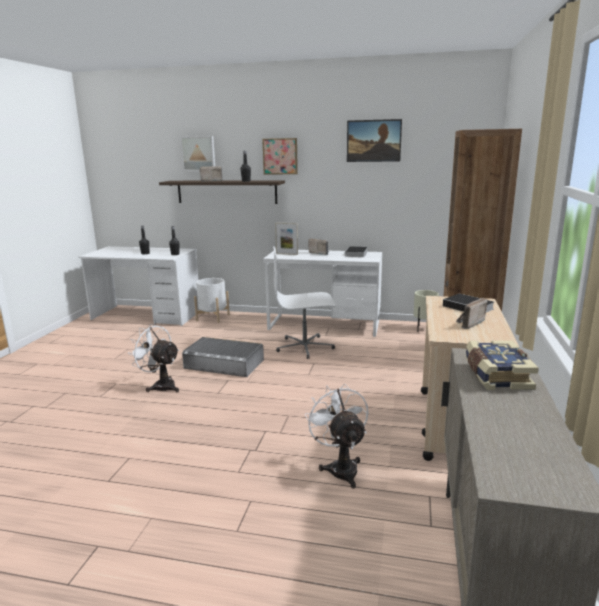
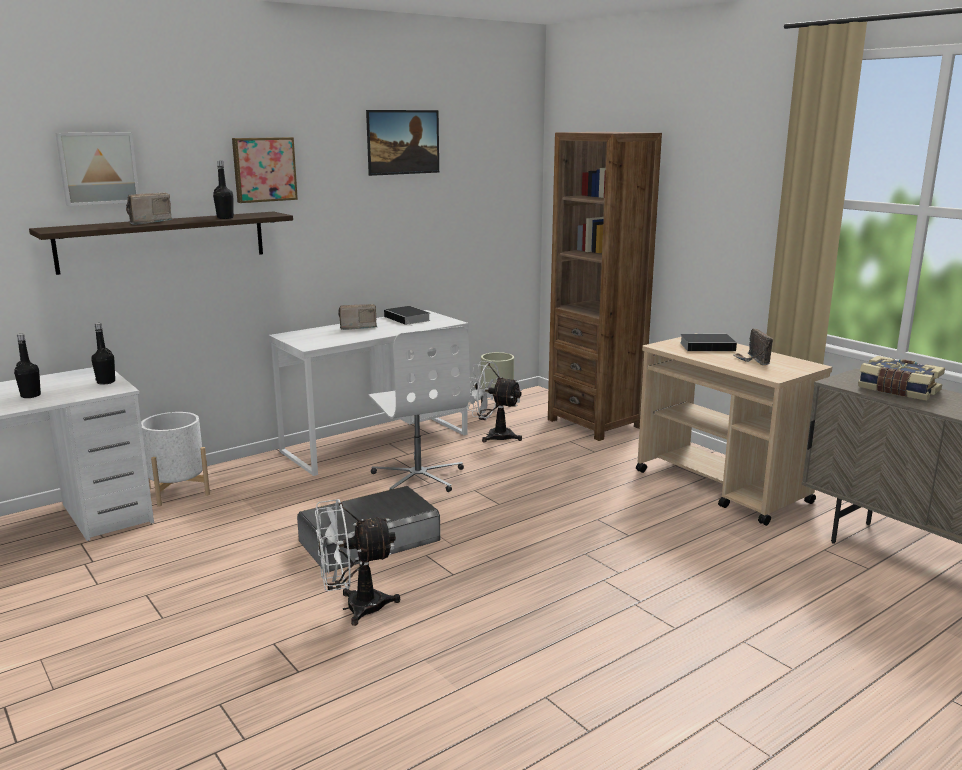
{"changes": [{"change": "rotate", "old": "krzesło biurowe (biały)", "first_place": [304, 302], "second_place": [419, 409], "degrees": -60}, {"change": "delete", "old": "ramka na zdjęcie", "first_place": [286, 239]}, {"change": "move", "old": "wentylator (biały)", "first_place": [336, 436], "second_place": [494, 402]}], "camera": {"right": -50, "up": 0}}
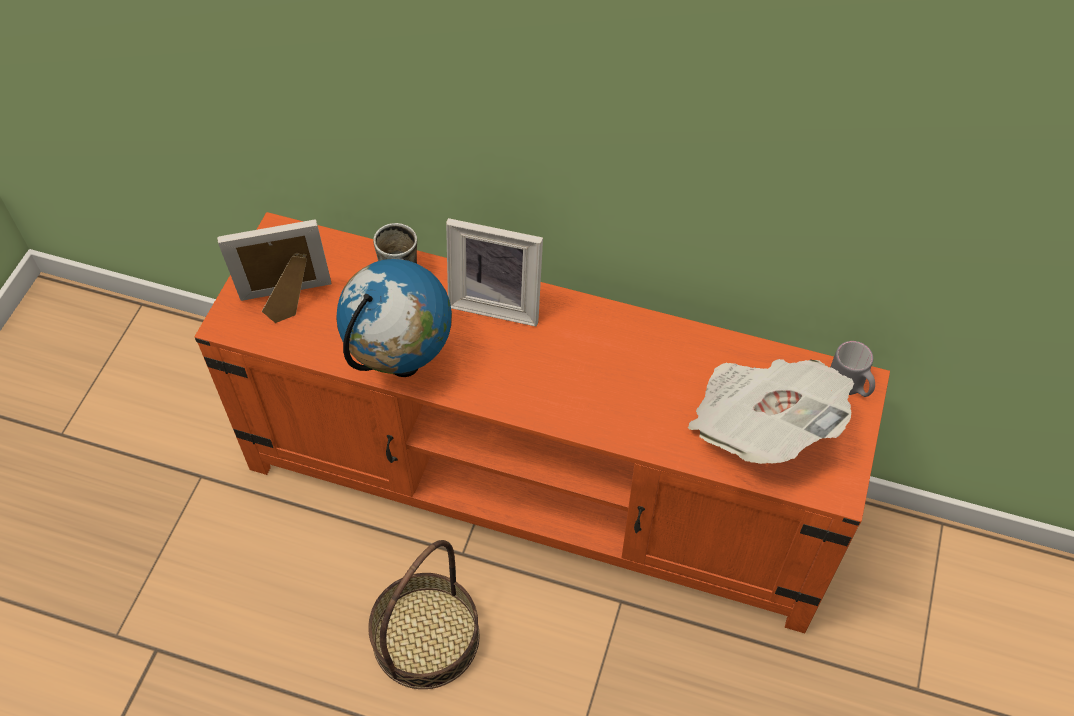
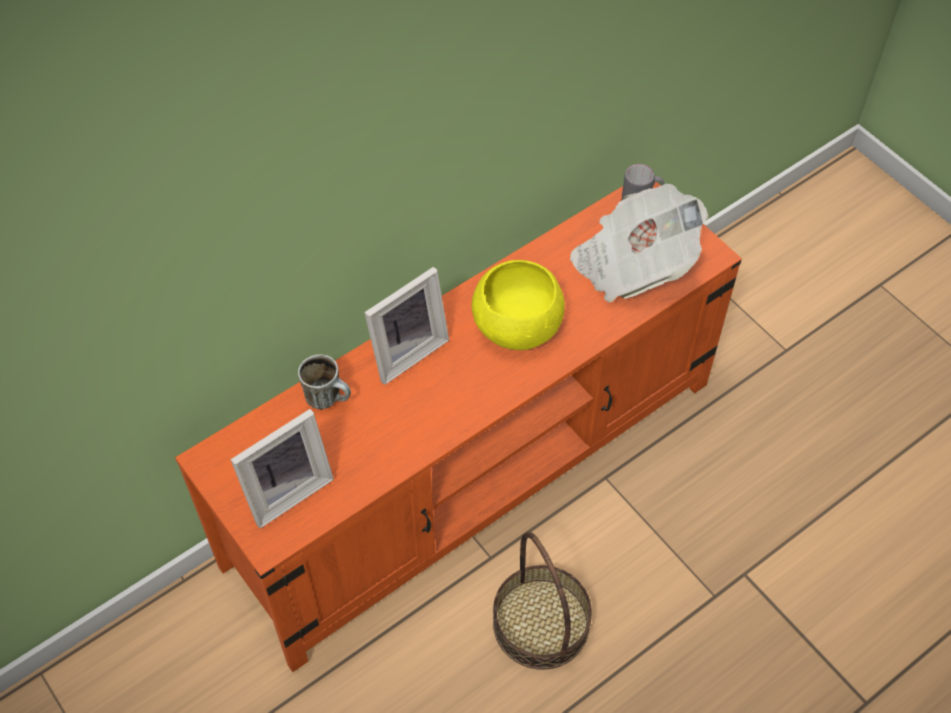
{"changes": [{"change": "rotate", "old": "ramka na zdjęcie", "first_place": [274, 271], "second_place": [282, 468], "degrees": -150}, {"change": "delete", "old": "globus", "first_place": [394, 318]}, {"change": "insert", "new": "miska (żółty)", "second_place": [518, 305]}], "camera": {"right": -55, "up": 0}}
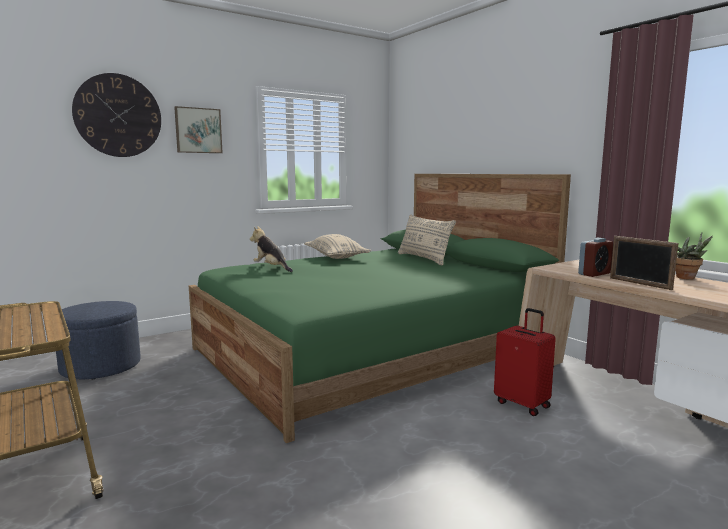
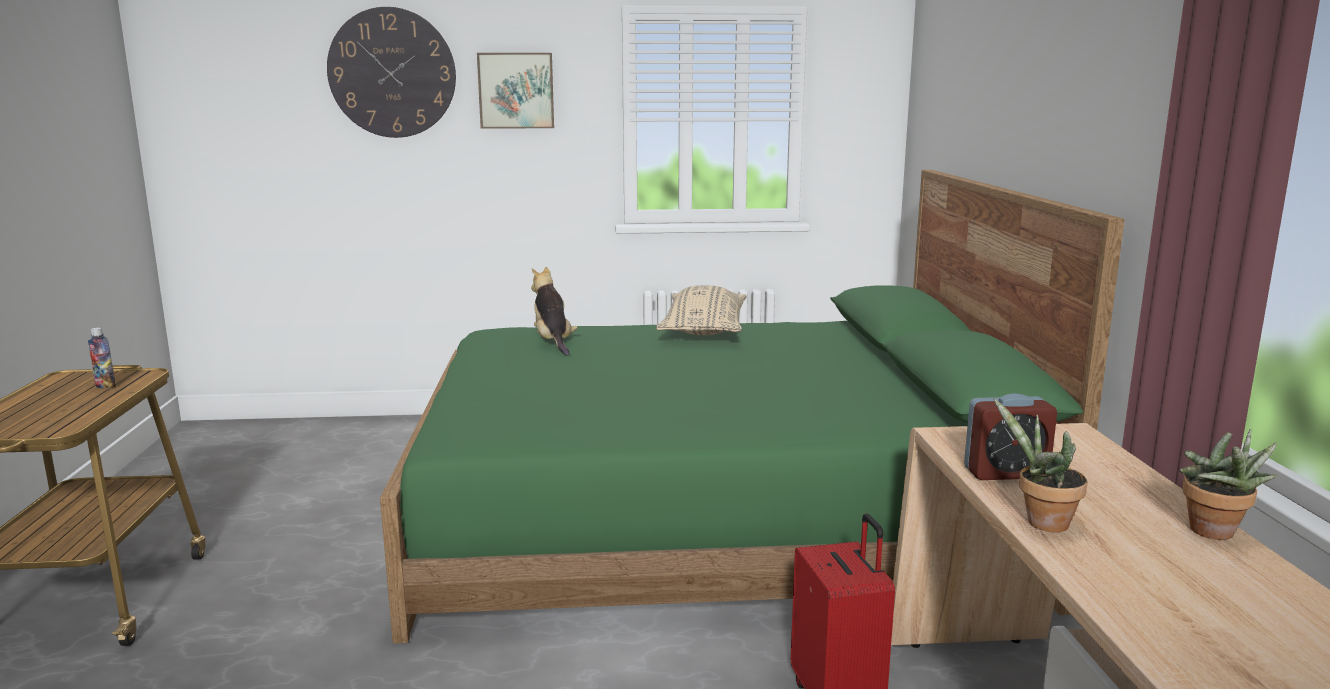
{"changes": [{"change": "delete", "old": "pufa (niebieski)", "first_place": [98, 340]}, {"change": "delete", "old": "poduszka (beżowy)", "first_place": [427, 239]}, {"change": "replace", "old": "ramka na zdjęcie", "new": "roślina doniczkowa", "first_place": [644, 263], "second_place": [1041, 465]}, {"change": "insert", "new": "butelka", "second_place": [102, 358]}], "camera": {"right": 30, "up": 5}}
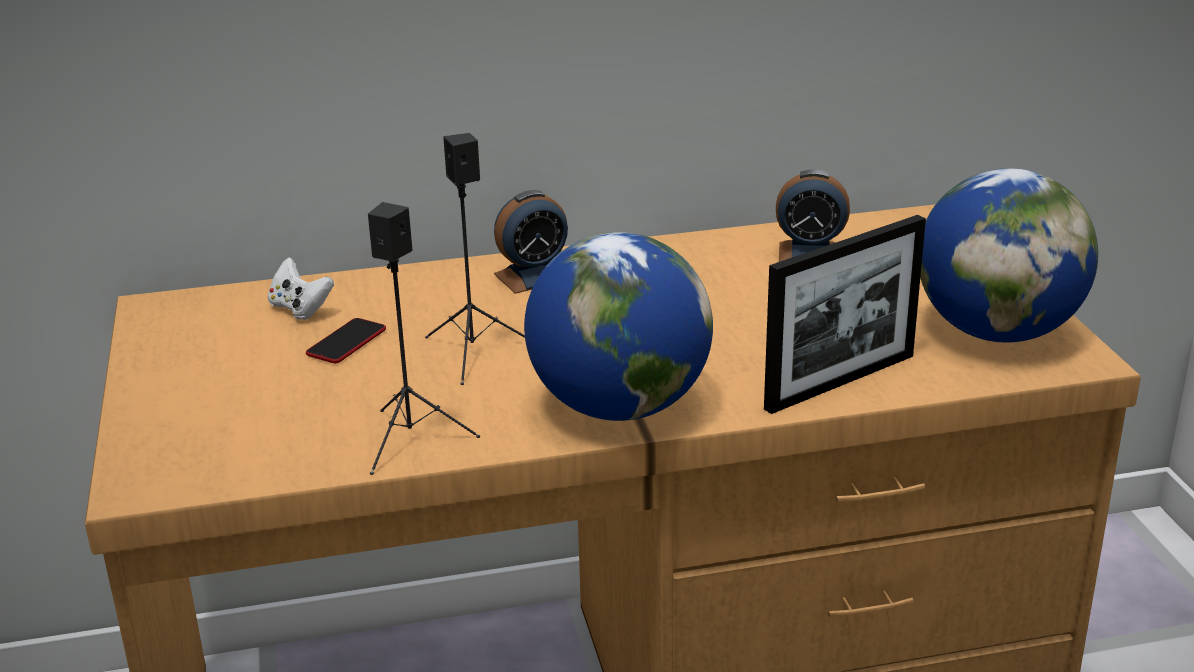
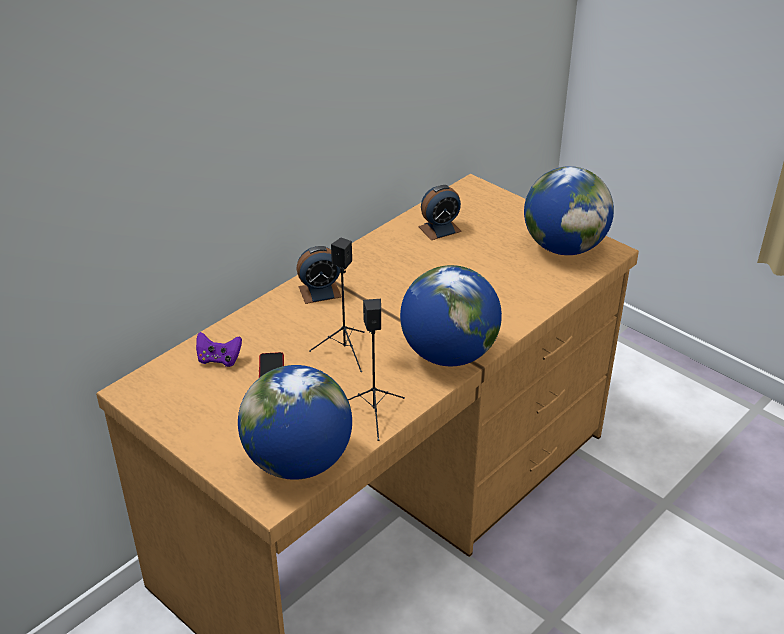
{"changes": [{"change": "recolor", "old": "pad do gier (biały)", "new": "pad do gier (fioletowy)", "first_place": [301, 288], "second_place": [219, 349]}, {"change": "rotate", "old": "budzik", "first_place": [531, 242], "second_place": [319, 275], "degrees": 45}, {"change": "delete", "old": "ramka na zdjęcie", "first_place": [845, 314]}, {"change": "insert", "new": "globus", "second_place": [295, 422]}], "camera": {"right": -35, "up": 10}}
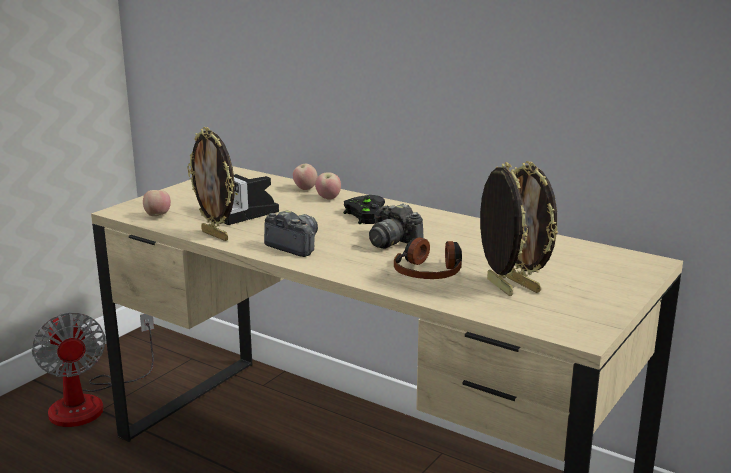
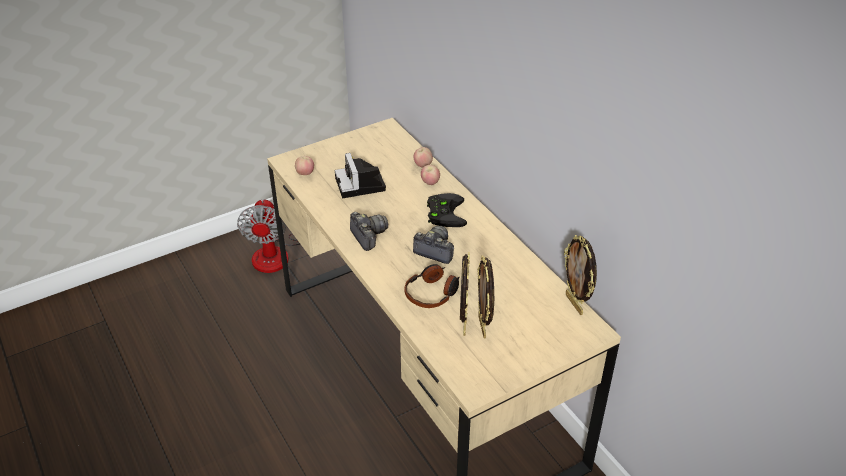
{"changes": [{"change": "move", "old": "ramka na zdjęcie", "first_place": [211, 184], "second_place": [580, 275]}, {"change": "rotate", "old": "aparat fotograficzny", "first_place": [396, 226], "second_place": [433, 245], "degrees": 135}], "camera": {"right": 25, "up": 20}}
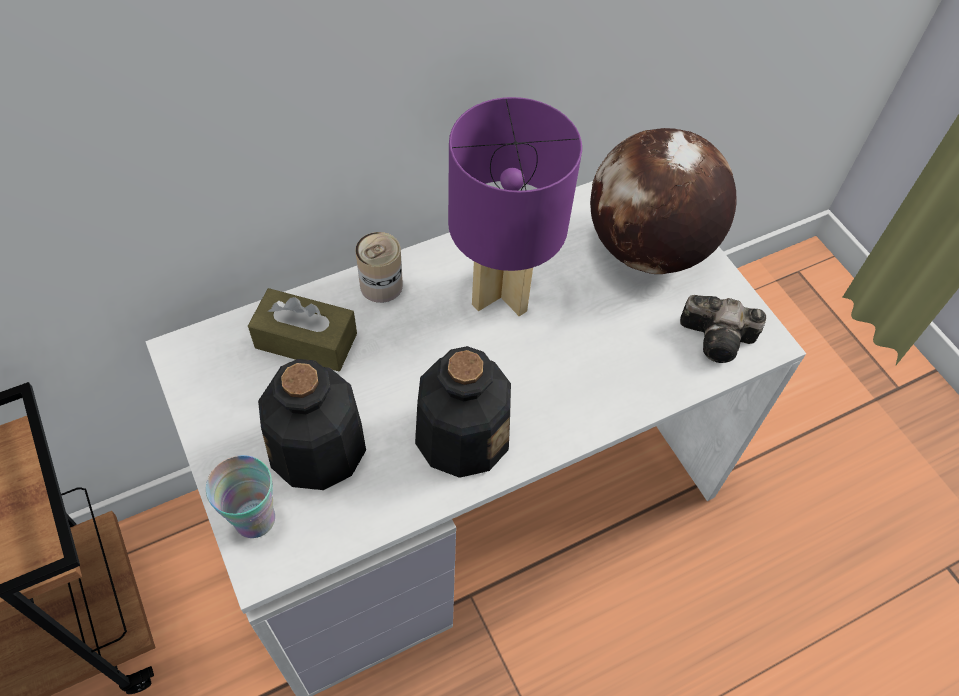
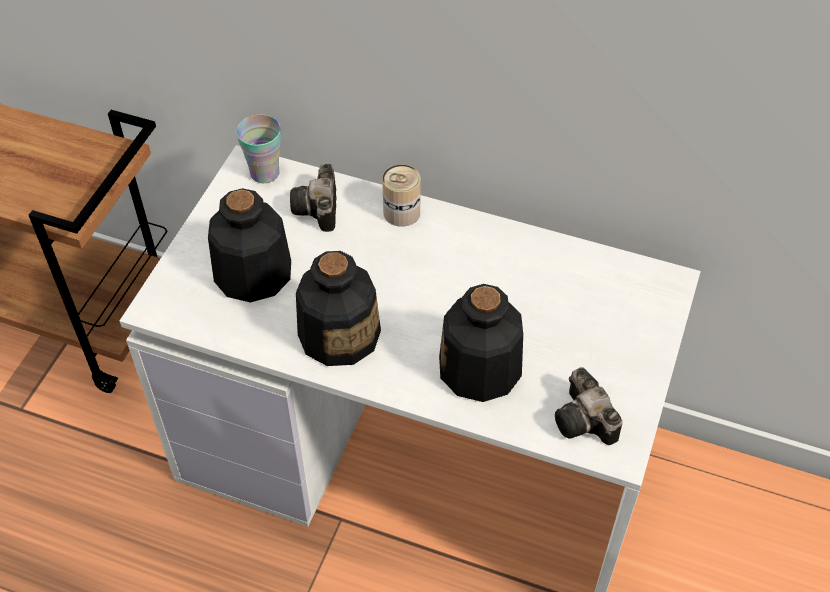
{"changes": [{"change": "move", "old": "filiżanka", "first_place": [240, 496], "second_place": [258, 149]}, {"change": "replace", "old": "pudełko chusteczek (brązowy)", "new": "aparat fotograficzny", "first_place": [302, 329], "second_place": [313, 198]}, {"change": "delete", "old": "lampa stołowa (fioletowy)", "first_place": [515, 206]}, {"change": "delete", "old": "globus", "first_place": [663, 201]}, {"change": "insert", "new": "butelka", "second_place": [481, 343]}], "camera": {"right": 50, "up": -5}}
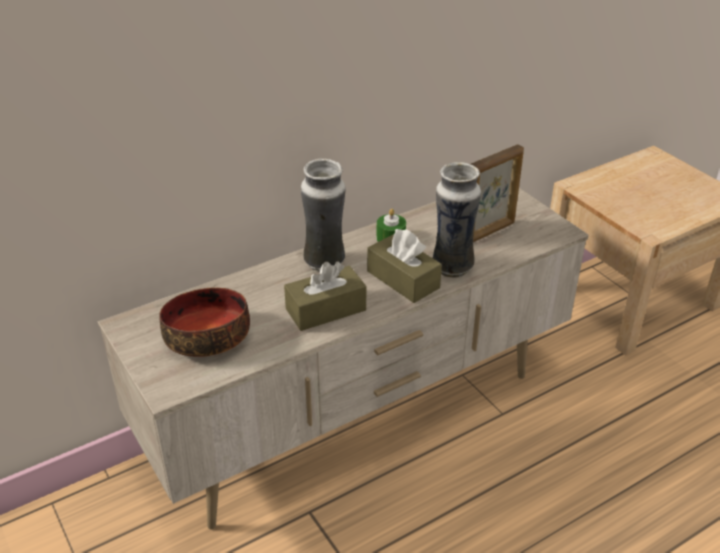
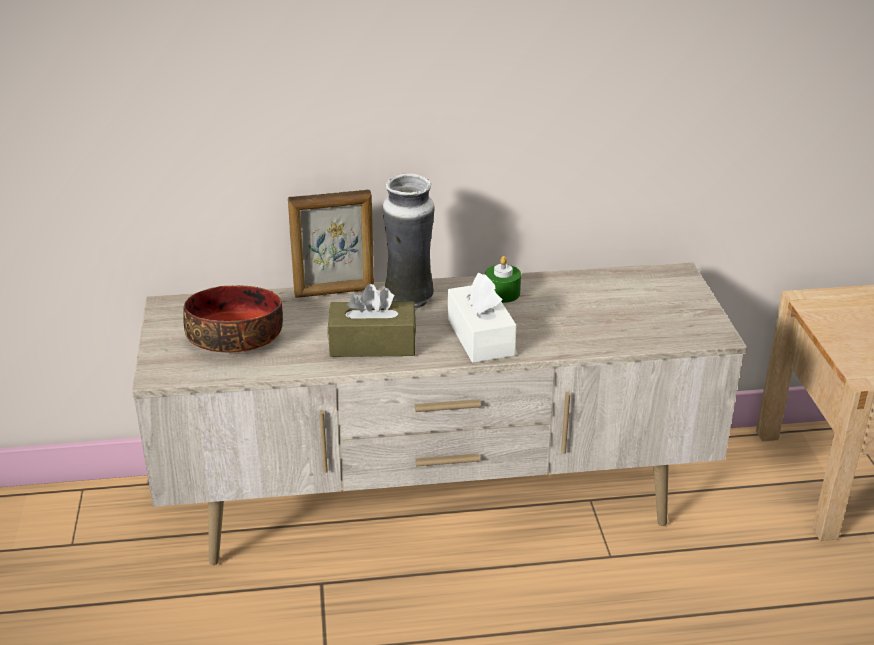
{"changes": [{"change": "recolor", "old": "pudełko chusteczek (brązowy)", "new": "pudełko chusteczek (biały)", "first_place": [404, 266], "second_place": [482, 318]}, {"change": "delete", "old": "wazon", "first_place": [457, 220]}, {"change": "move", "old": "ramka na zdjęcie", "first_place": [497, 193], "second_place": [331, 244]}], "camera": {"right": 25, "up": -5}}
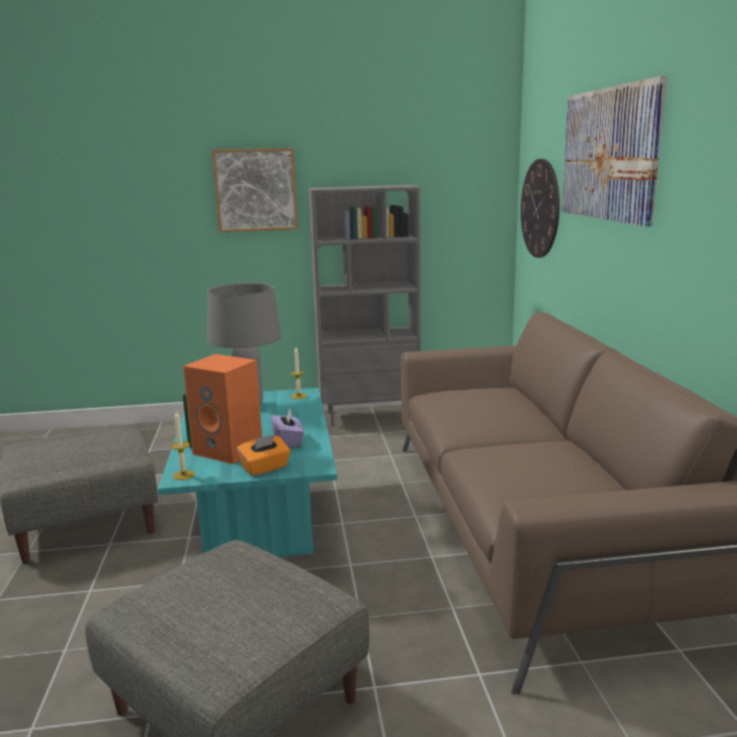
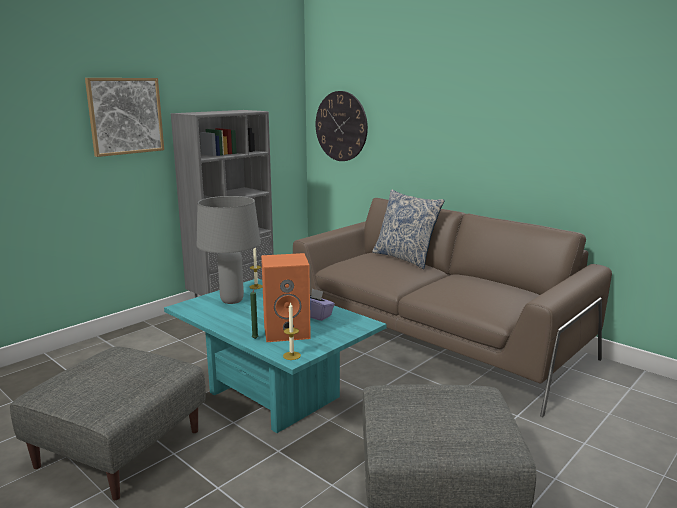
{"changes": [{"change": "delete", "old": "pudełko chusteczek (pomarańczowy)", "first_place": [264, 455]}, {"change": "delete", "old": "obraz", "first_place": [614, 151]}, {"change": "insert", "new": "poduszka", "second_place": [408, 229]}], "camera": {"right": -40, "up": 0}}
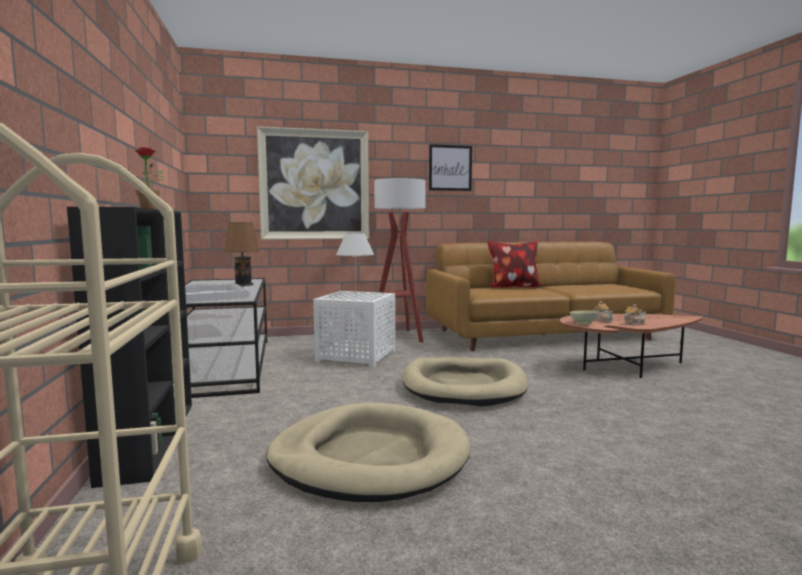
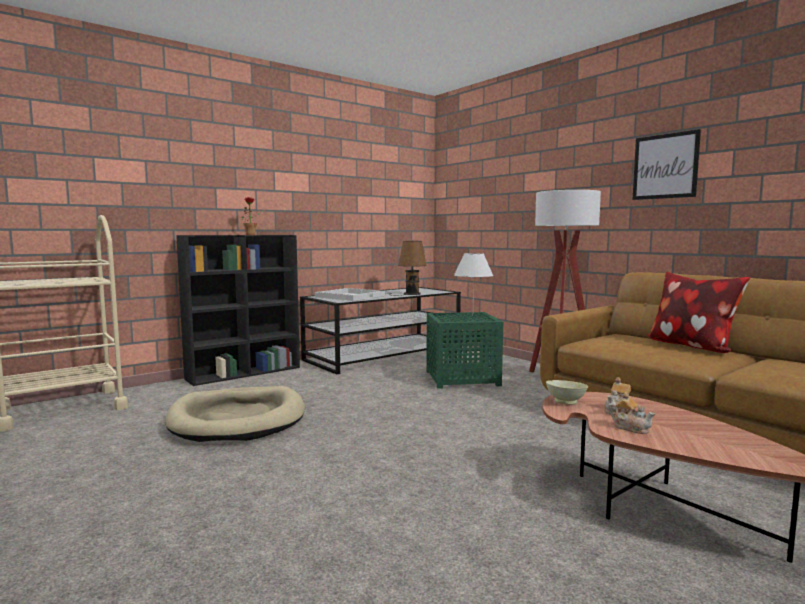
{"changes": [{"change": "delete", "old": "obraz", "first_place": [313, 183]}, {"change": "recolor", "old": "stolik (biały)", "new": "stolik (zielony)", "first_place": [354, 329], "second_place": [464, 350]}, {"change": "delete", "old": "legowisko (beżowy)", "first_place": [466, 382]}], "camera": {"right": 65, "up": 0}}
